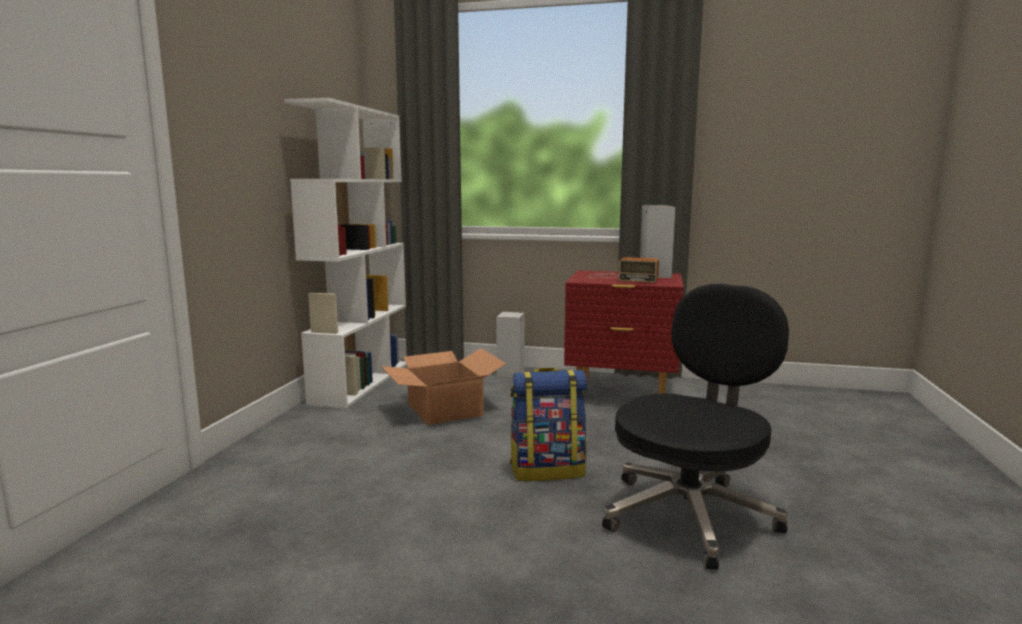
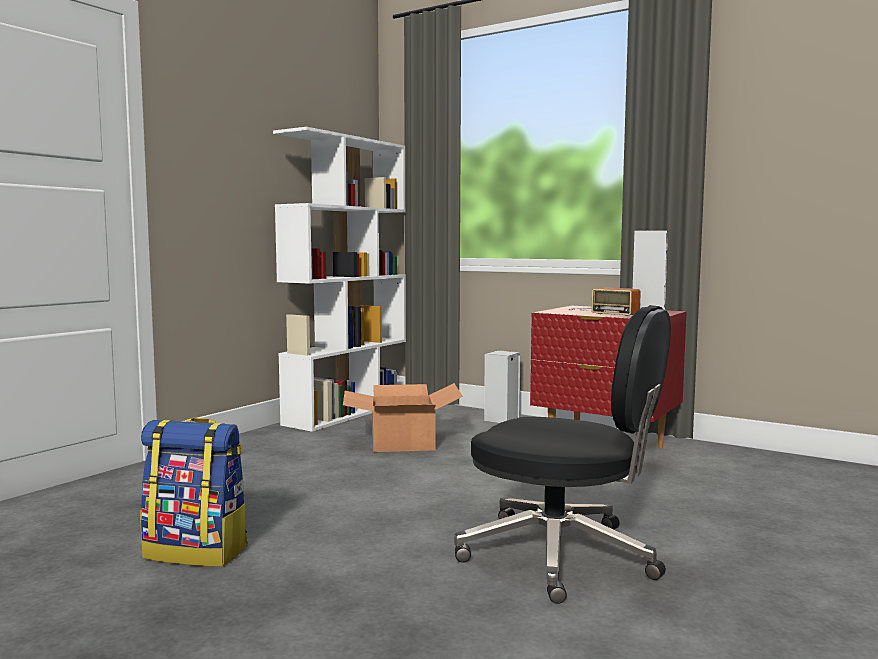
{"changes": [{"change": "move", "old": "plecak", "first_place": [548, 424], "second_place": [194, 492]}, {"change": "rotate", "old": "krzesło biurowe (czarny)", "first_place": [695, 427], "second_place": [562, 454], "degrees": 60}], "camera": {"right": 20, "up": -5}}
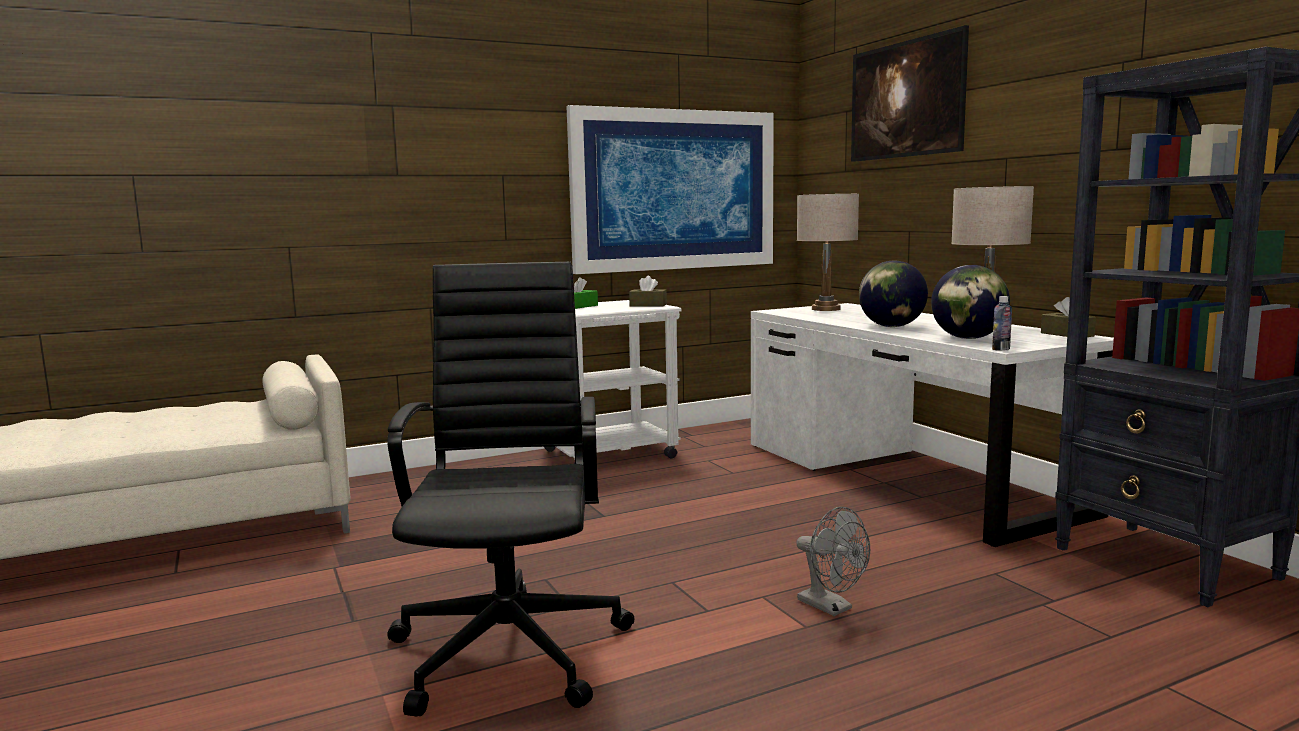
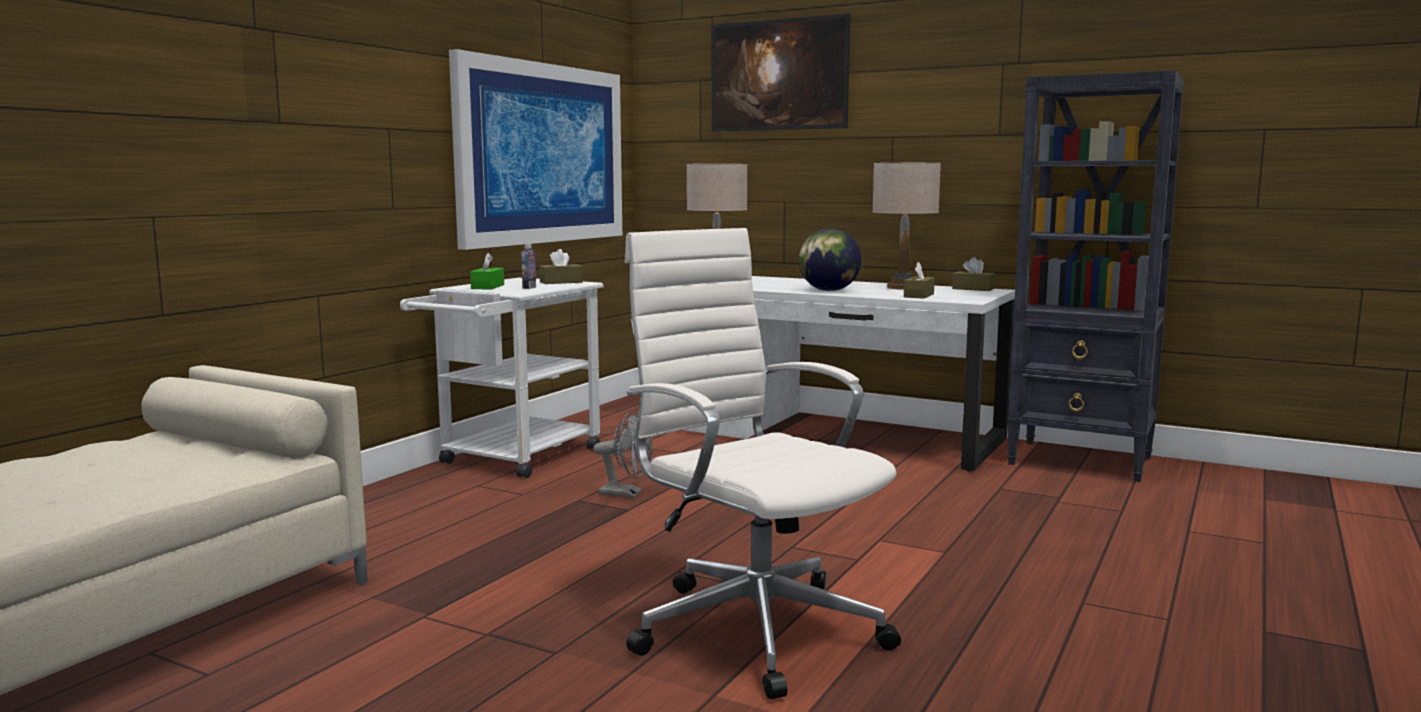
{"changes": [{"change": "recolor", "old": "krzesło biurowe (czarny)", "new": "krzesło biurowe (biały)", "first_place": [510, 489], "second_place": [763, 463]}, {"change": "move", "old": "wentylator (szary)", "first_place": [833, 561], "second_place": [623, 455]}, {"change": "replace", "old": "globus", "new": "pudełko chusteczek (brązowy)", "first_place": [970, 302], "second_place": [919, 280]}, {"change": "move", "old": "butelka", "first_place": [1002, 323], "second_place": [528, 266]}], "camera": {"right": -35, "up": 0}}
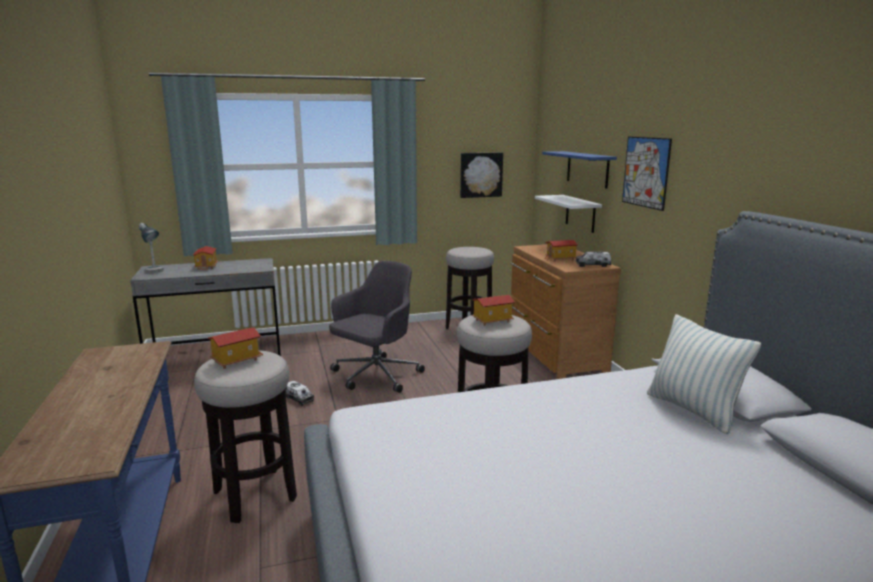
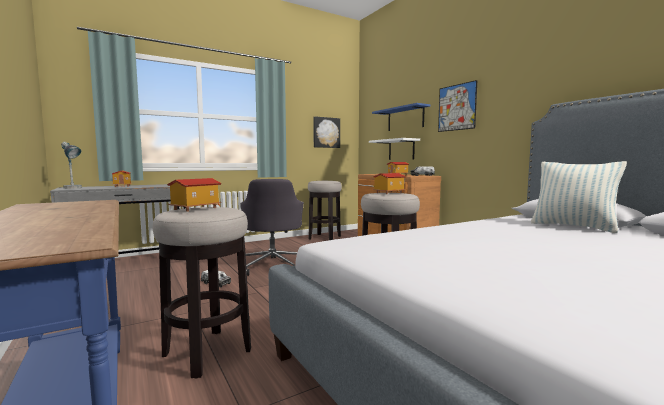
{"changes": [{"change": "rotate", "old": "krzesło biurowe (szary)", "first_place": [377, 327], "second_place": [272, 227], "degrees": 150}], "camera": {"right": -15, "up": -10}}
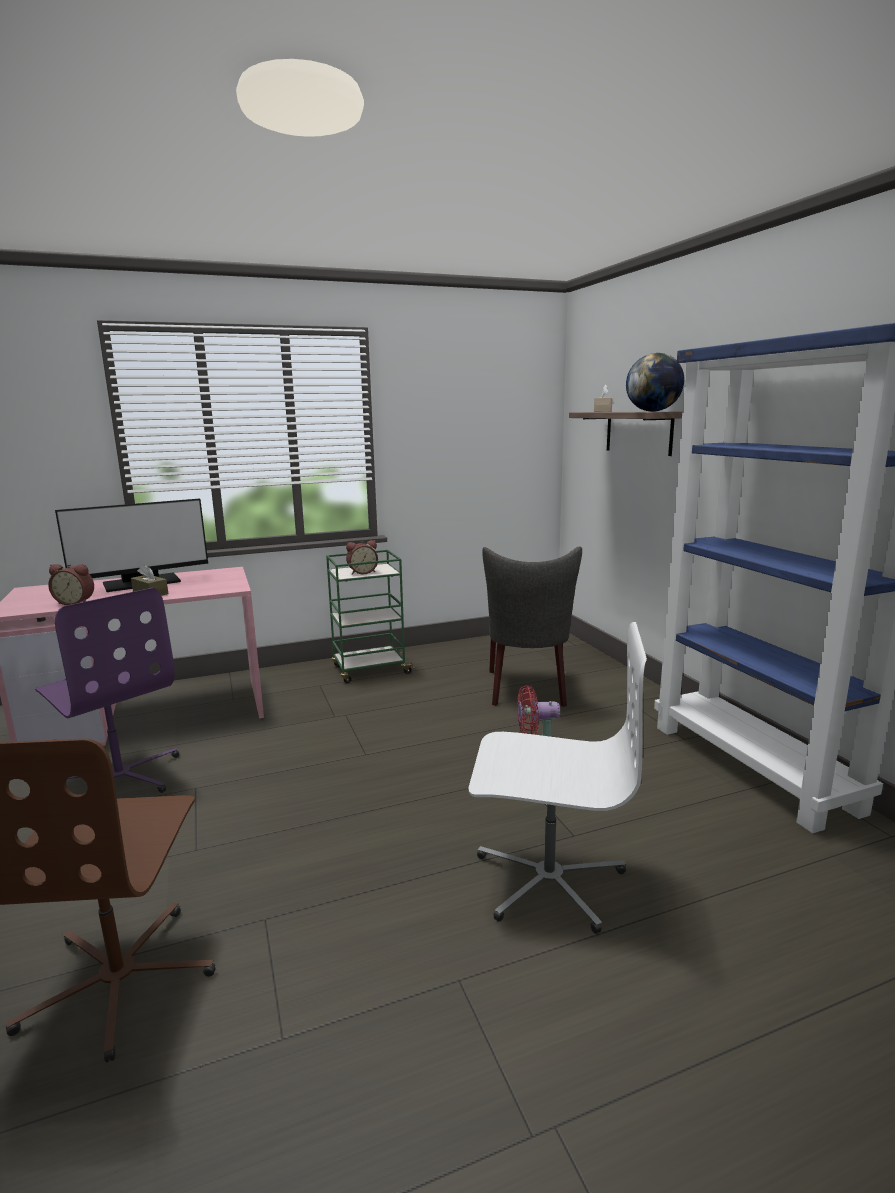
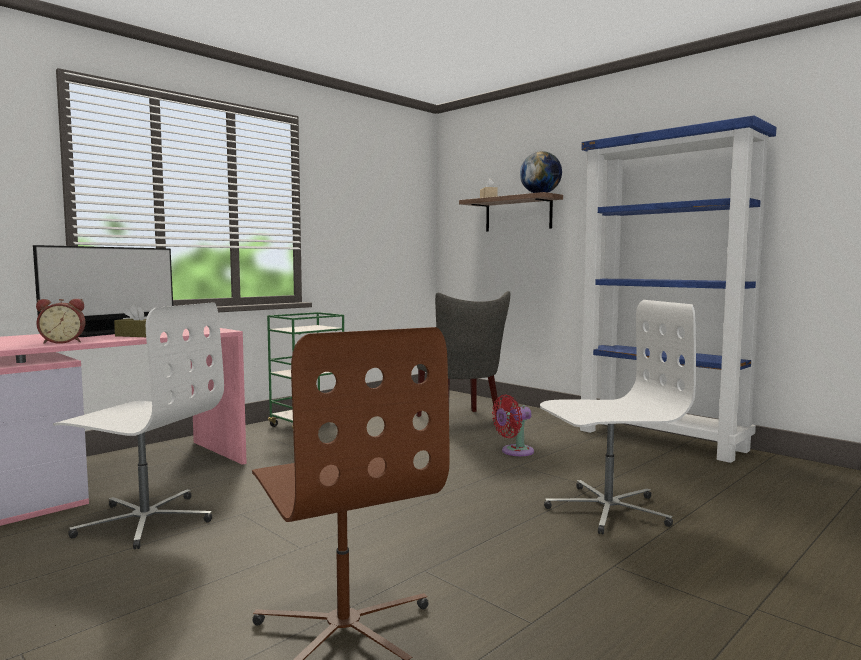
{"changes": [{"change": "recolor", "old": "krzesło biurowe (fioletowy)", "new": "krzesło biurowe (biały)", "first_place": [107, 690], "second_place": [138, 425]}, {"change": "delete", "old": "budzik", "first_place": [362, 557]}], "camera": {"right": -25, "up": -10}}
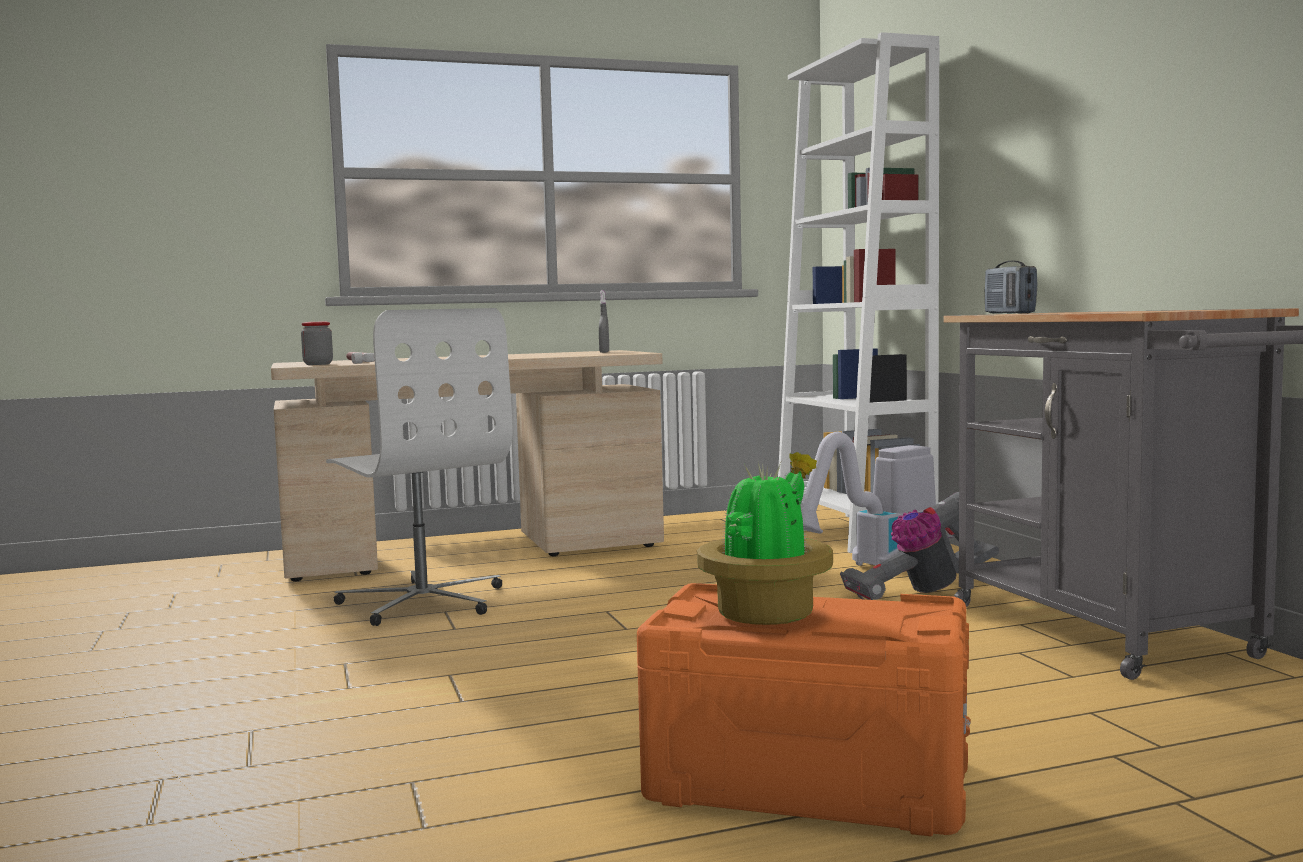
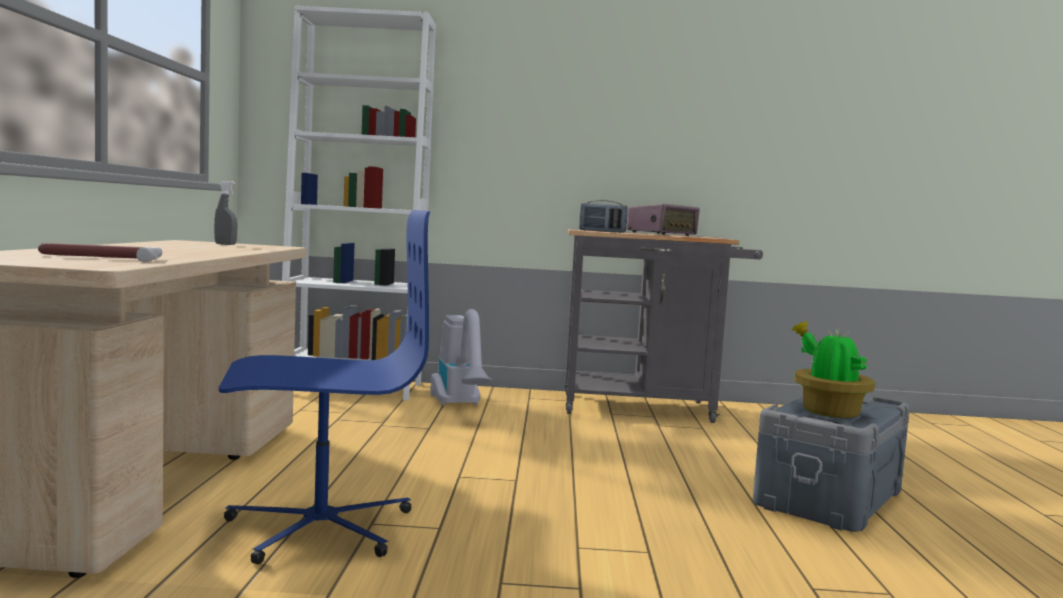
{"changes": [{"change": "delete", "old": "słoik", "first_place": [317, 343]}, {"change": "recolor", "old": "krzesło biurowe (biały)", "new": "krzesło biurowe (niebieski)", "first_place": [419, 467], "second_place": [325, 387]}, {"change": "recolor", "old": "pojemnik do przechowywania (pomarańczowy)", "new": "pojemnik do przechowywania (szary)", "first_place": [804, 710], "second_place": [831, 464]}, {"change": "delete", "old": "odkurzacz", "first_place": [919, 546]}, {"change": "insert", "new": "radio", "second_place": [663, 220]}], "camera": {"right": -70, "up": 0}}
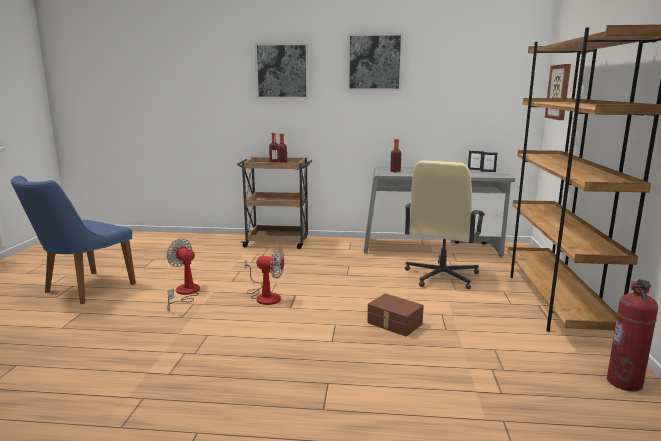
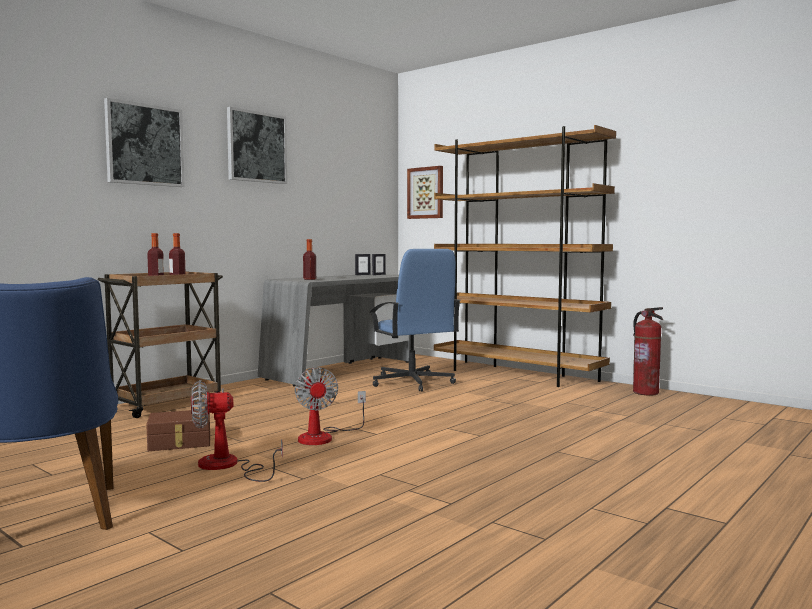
{"changes": [{"change": "rotate", "old": "wentylator", "first_place": [264, 276], "second_place": [330, 406], "degrees": 120}, {"change": "move", "old": "pojemnik do przechowywania (brązowy)", "first_place": [395, 315], "second_place": [178, 430]}, {"change": "recolor", "old": "krzesło biurowe (beżowy)", "new": "krzesło biurowe (niebieski)", "first_place": [445, 224], "second_place": [415, 320]}], "camera": {"right": -55, "up": -10}}
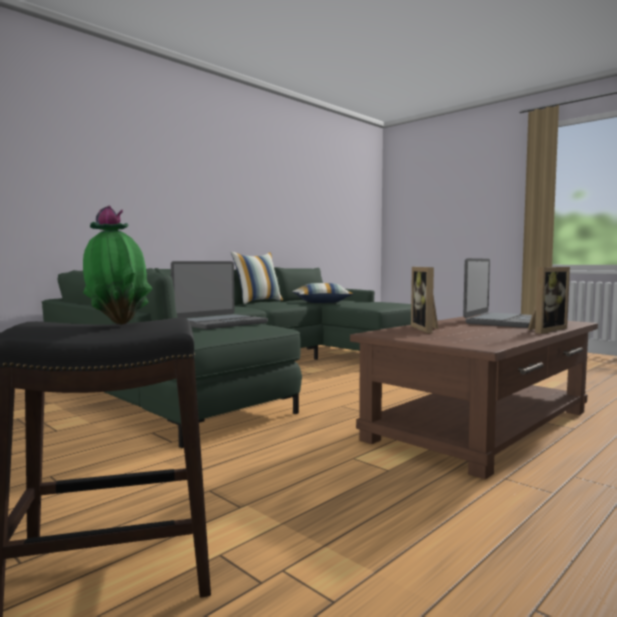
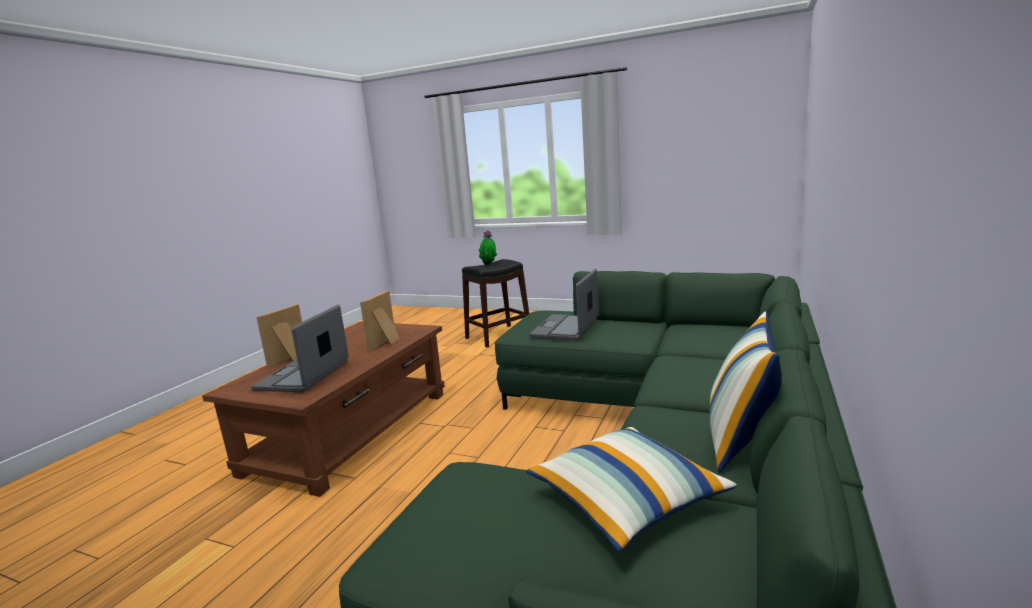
{"changes": [{"change": "rotate", "old": "ramka na zdjęcie", "first_place": [424, 300], "second_place": [379, 321], "degrees": -135}], "camera": {"right": 160, "up": 10}}
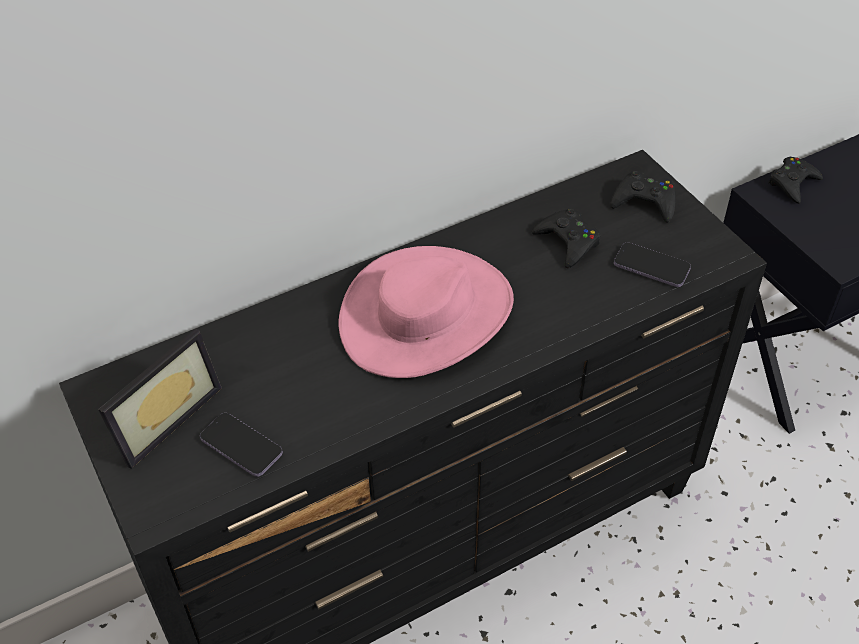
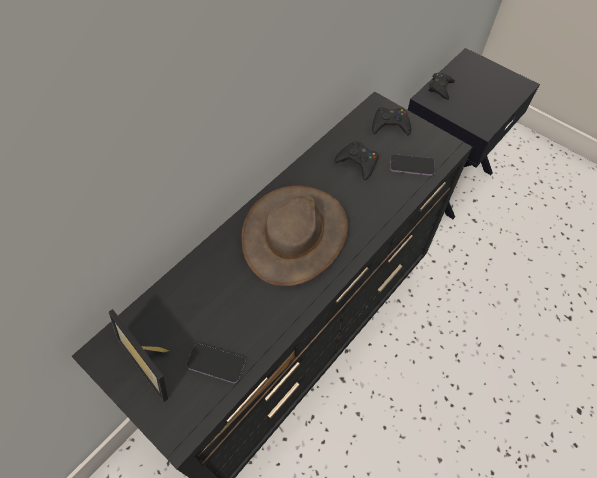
{"changes": [{"change": "rotate", "old": "ramka na zdjęcie", "first_place": [160, 398], "second_place": [139, 355], "degrees": 120}, {"change": "recolor", "old": "kapelusz (różowy)", "new": "kapelusz (brązowy)", "first_place": [426, 312], "second_place": [294, 236]}], "camera": {"right": -20, "up": 10}}
